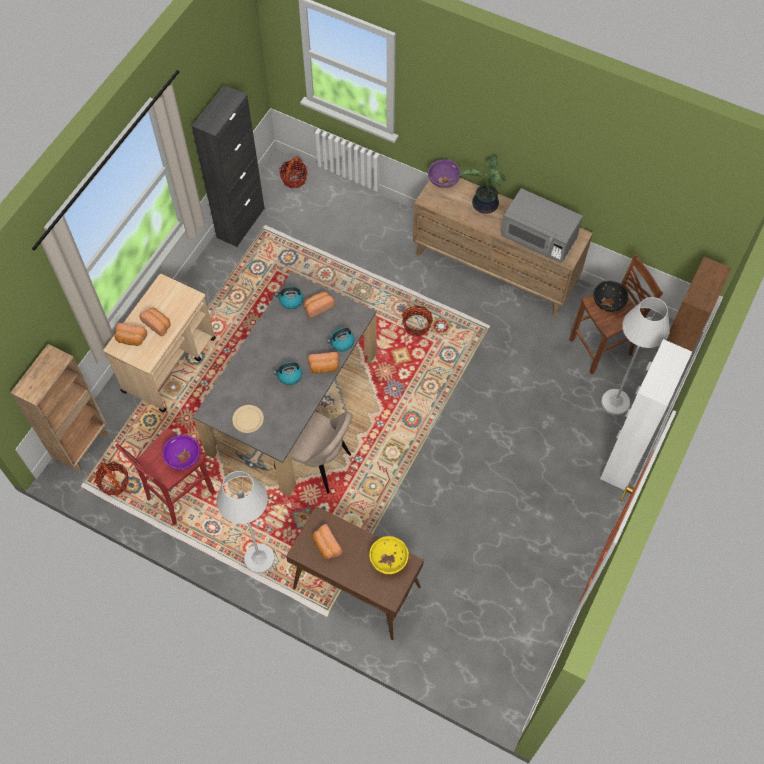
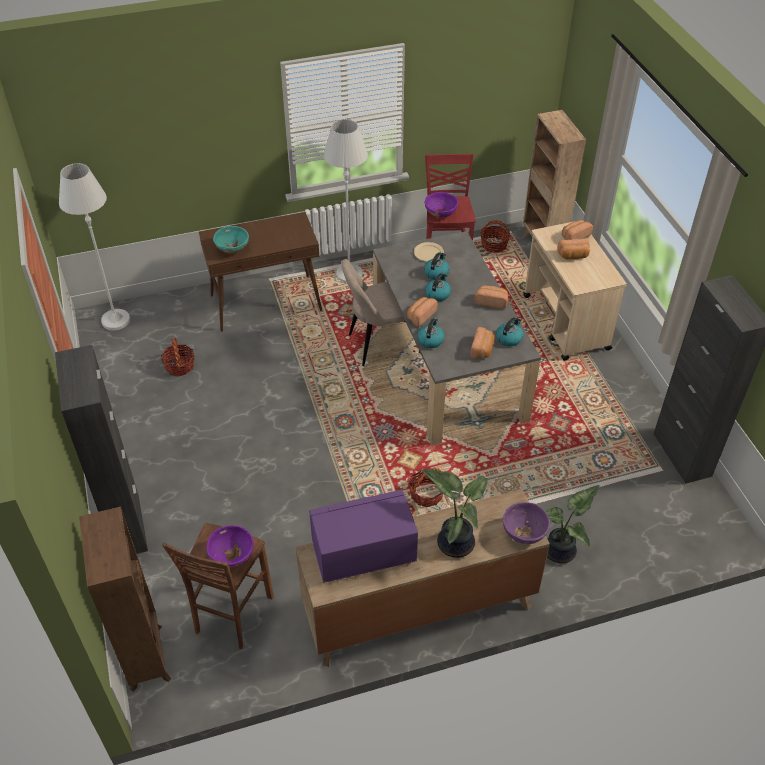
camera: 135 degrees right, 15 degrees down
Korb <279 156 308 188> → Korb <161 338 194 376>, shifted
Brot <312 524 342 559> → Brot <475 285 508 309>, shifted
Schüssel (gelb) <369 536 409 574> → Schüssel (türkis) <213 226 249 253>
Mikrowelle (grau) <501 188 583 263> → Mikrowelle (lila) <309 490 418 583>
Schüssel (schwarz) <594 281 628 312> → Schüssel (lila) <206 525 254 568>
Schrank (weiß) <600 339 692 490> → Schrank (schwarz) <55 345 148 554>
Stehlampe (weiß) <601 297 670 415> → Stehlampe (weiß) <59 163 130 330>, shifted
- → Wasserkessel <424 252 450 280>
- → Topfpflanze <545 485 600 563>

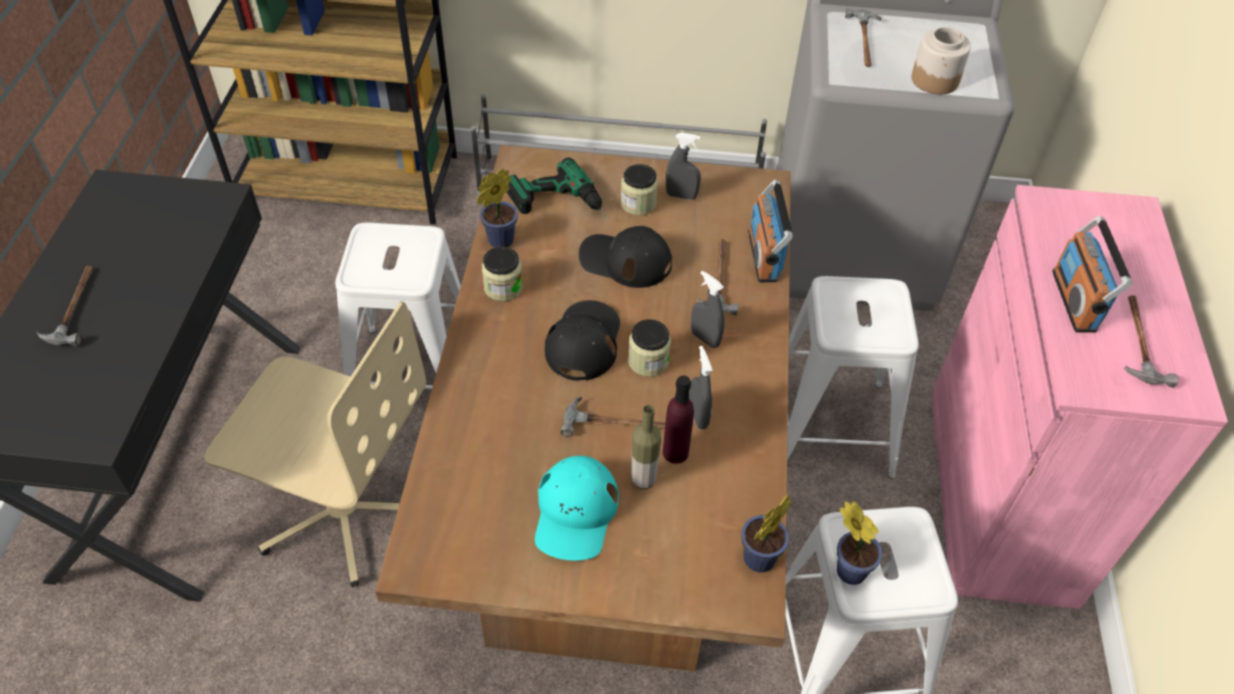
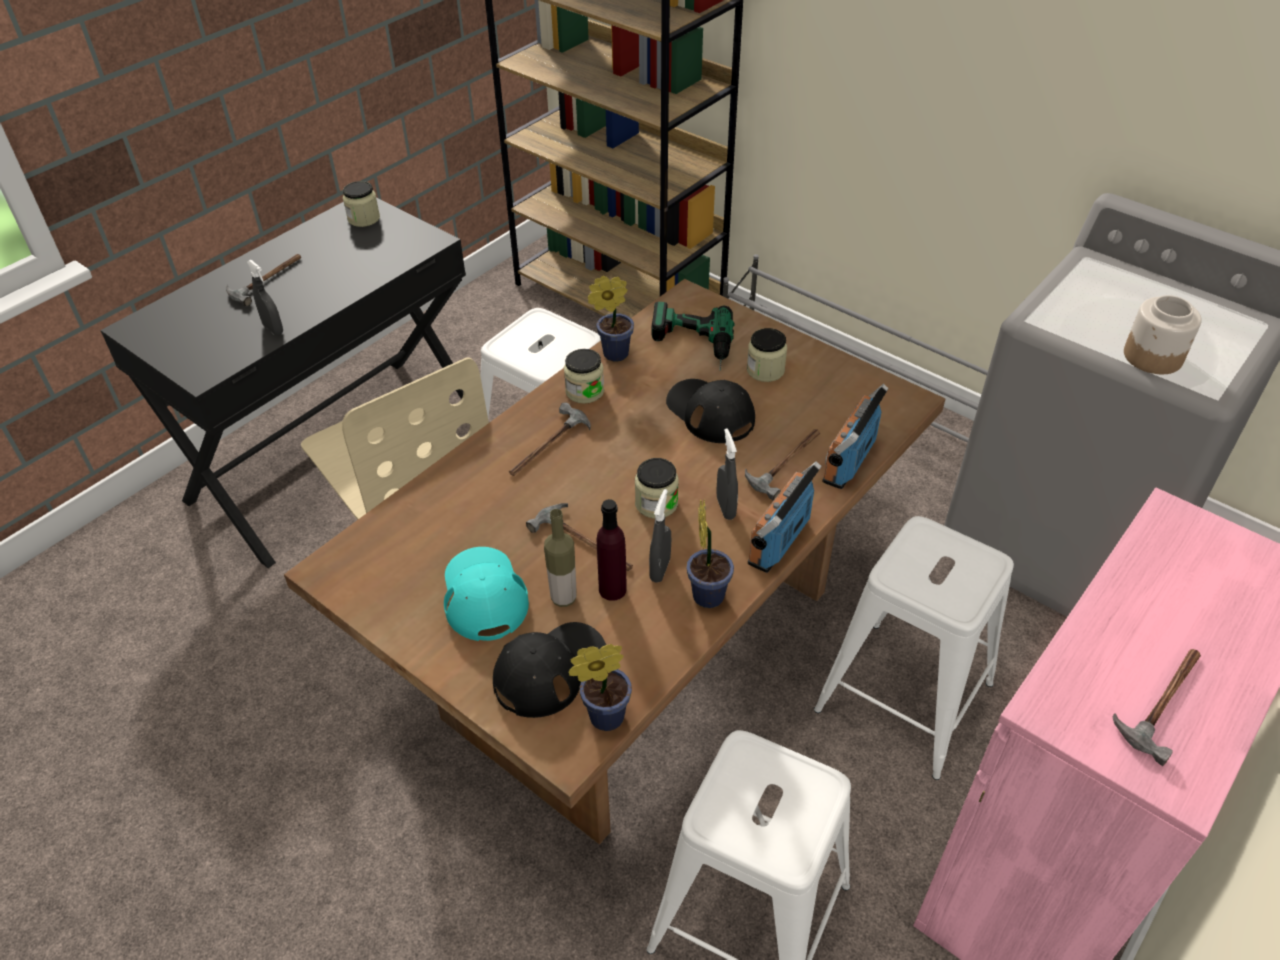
camera: 35 degrees right, 5 degrees down
Kappe (türkis) <535 456 619 561> → Kappe (türkis) <444 547 529 641>, 120 degrees clockwise
Kappe (schwarz) <545 300 620 381> → Kappe (schwarz) <493 622 606 718>, shifted
Sprühflasche (grau) <666 133 701 200> → Sprühflasche (grau) <247 260 283 335>, shifted
Topfpflanze <837 501 882 585> → Topfpflanze <686 499 734 608>, shifted
Hammer <845 9 882 67> → Hammer <509 402 591 476>, shifted
Radio <1052 216 1133 333> → Radio <748 461 822 573>, shifted
- → Vorratsglas <343 181 380 227>

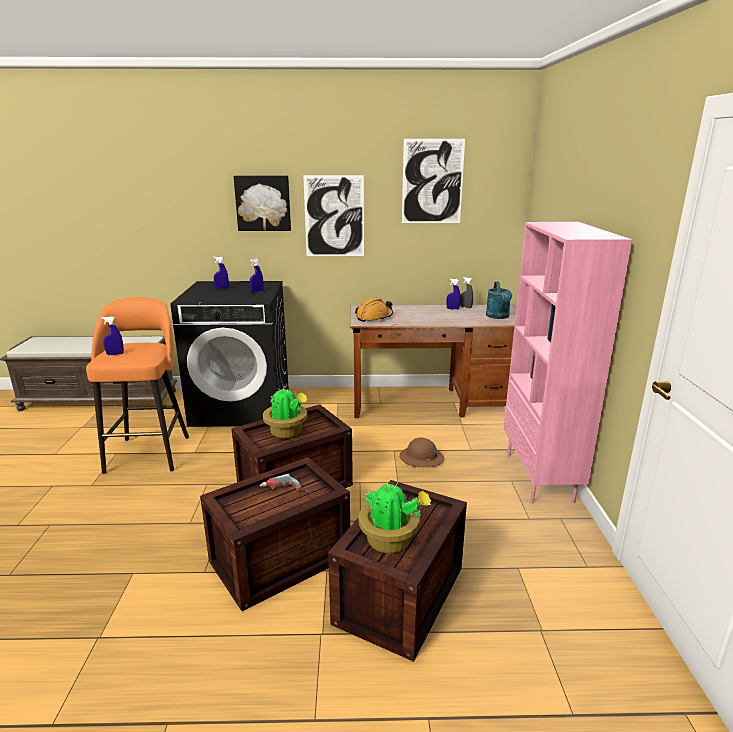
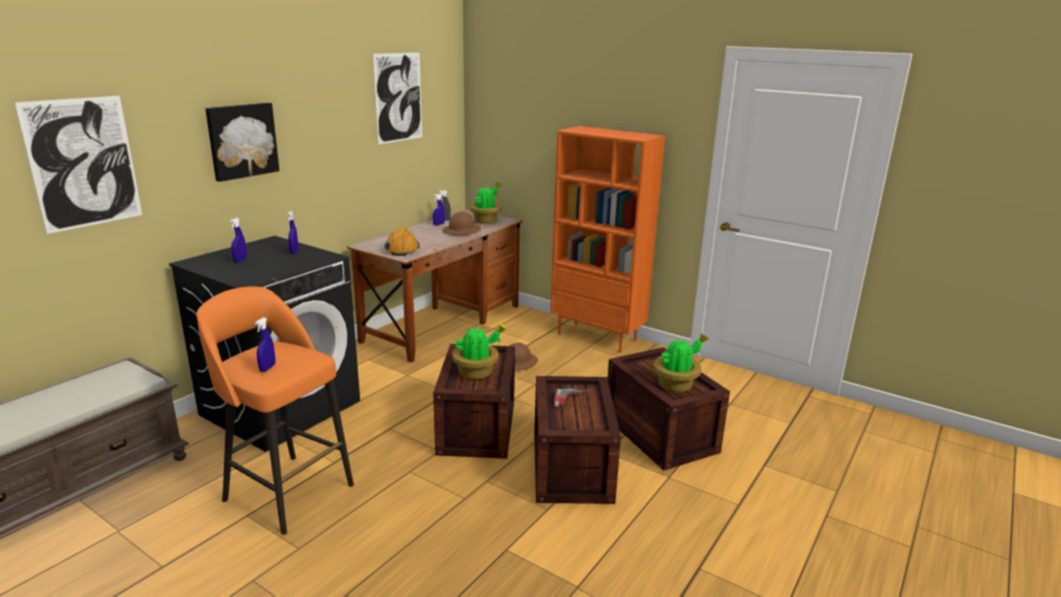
camera: 55 degrees left, 0 degrees up
Bild <303 175 364 256> → Bild <15 96 142 234>, shifted
Gießkanne (türkis) <486 282 512 319> → Topfpflanze <469 182 502 224>
Bücherregal (rosa) <504 222 632 504> → Bücherregal (orange) <550 126 665 353>
- → Schutzhelm (braun) <442 212 481 235>

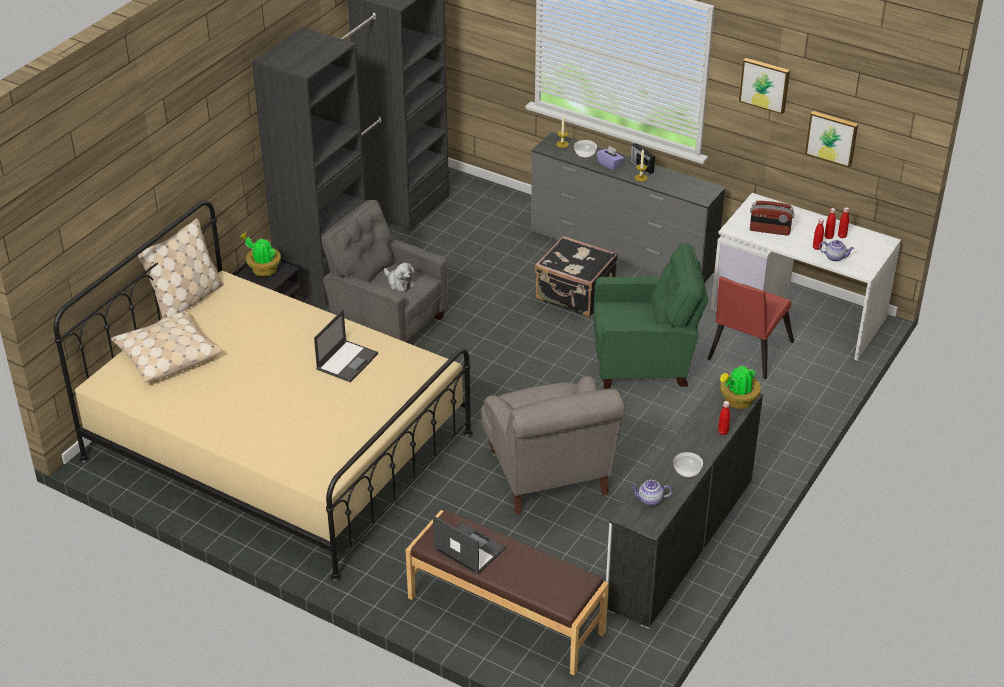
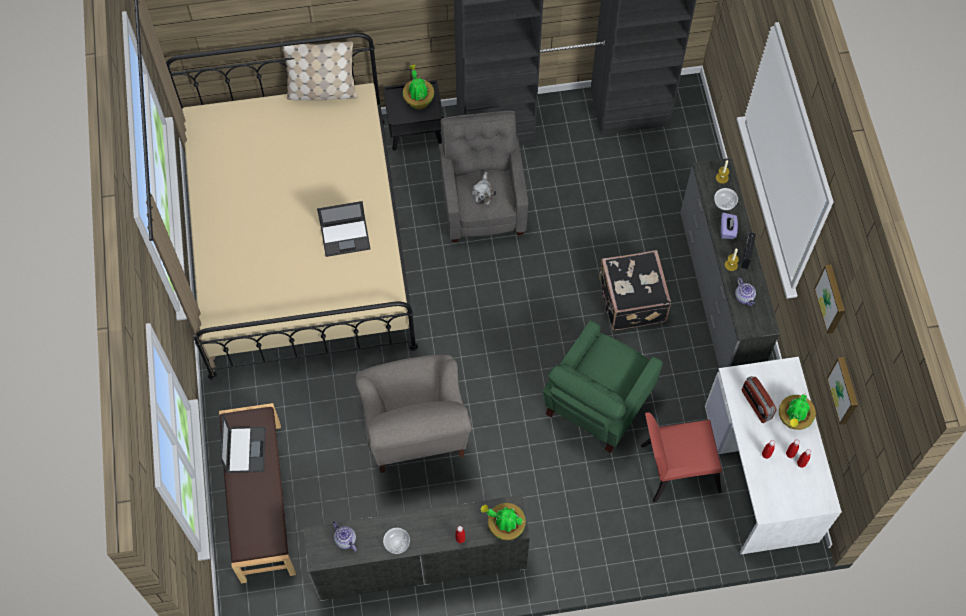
camera: 50 degrees right, 25 degrees up
Kissen (beige) <111 311 222 382> → -
Sessel (grau) <481 376 625 515> → Sessel (grau) <355 355 472 473>, 45 degrees counterclockwise
Sessel (grün) <593 243 708 389> → Sessel (grün) <543 320 663 453>, 75 degrees clockwise
Teekanne <819 240 854 262> → Teekanne <735 278 756 306>, shifted
- → Topfpflanze <779 394 816 430>

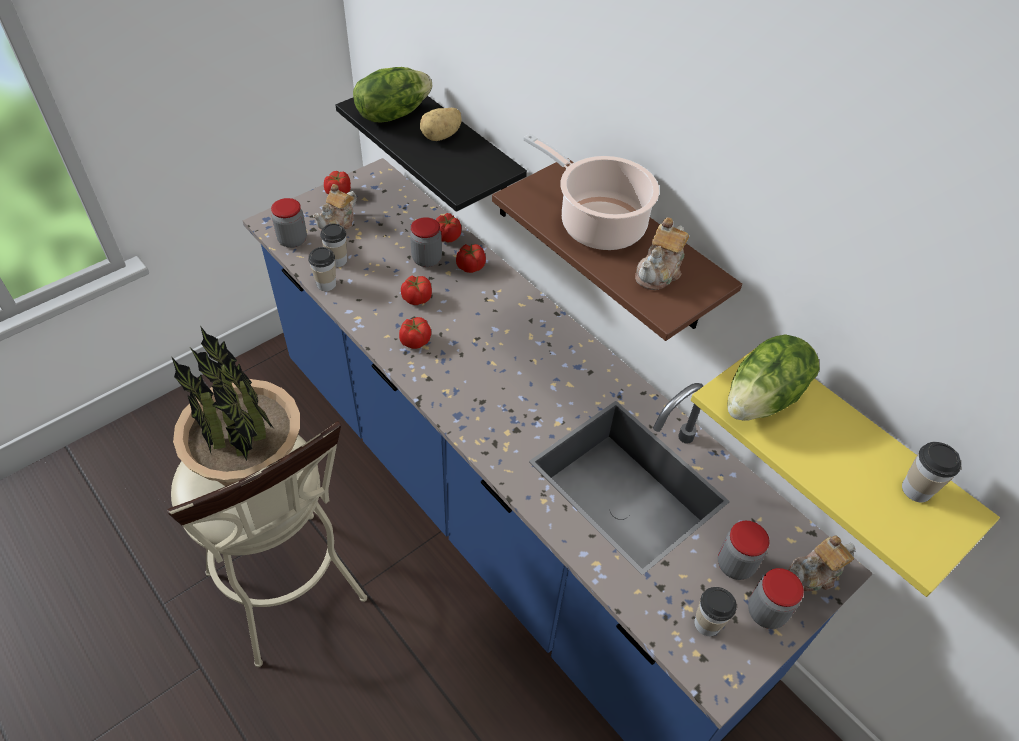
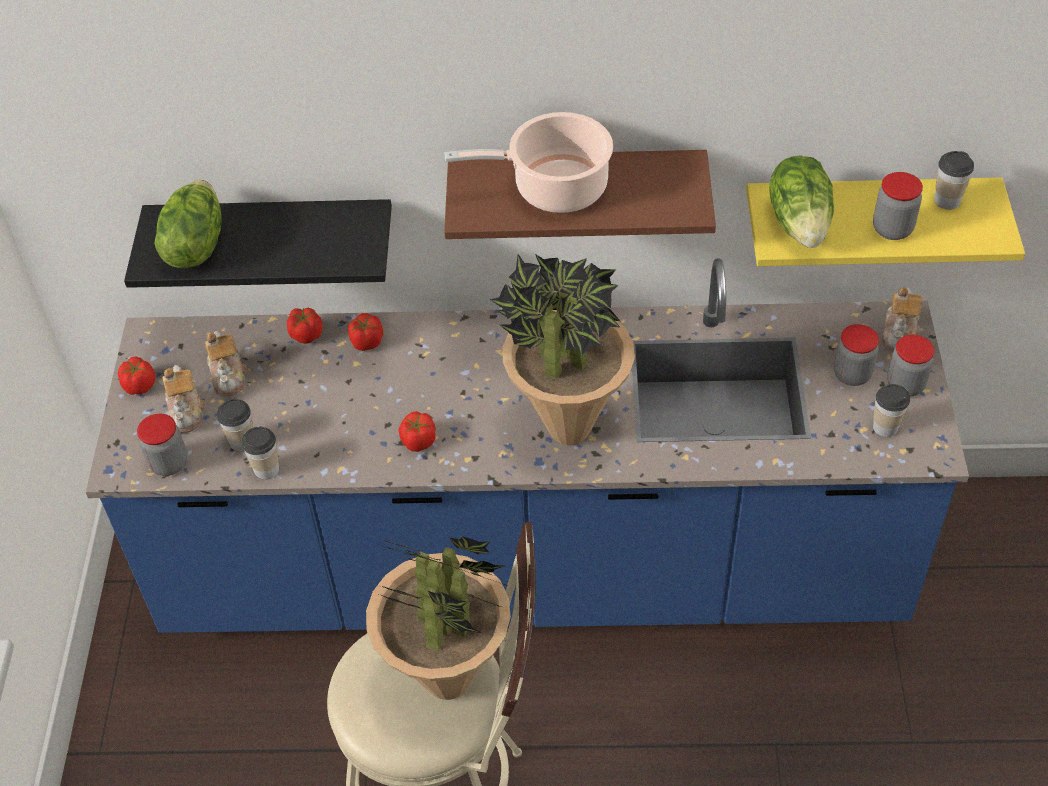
camera: 45 degrees left, 0 degrees up
Tomate <401 275 432 305> → -
Vorratsglas <410 217 442 267> → Vorratsglas <873 172 923 240>, shifted
Kartoffel <420 108 462 141> → -
Teekanne <635 217 689 290> → Teekanne <205 331 247 397>, shifted
- → Topfpflanze <489 254 635 446>

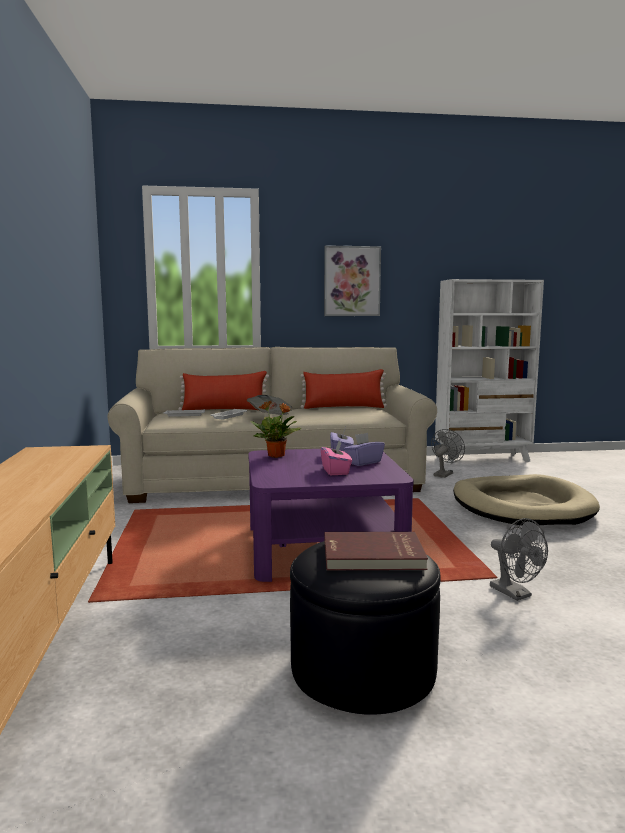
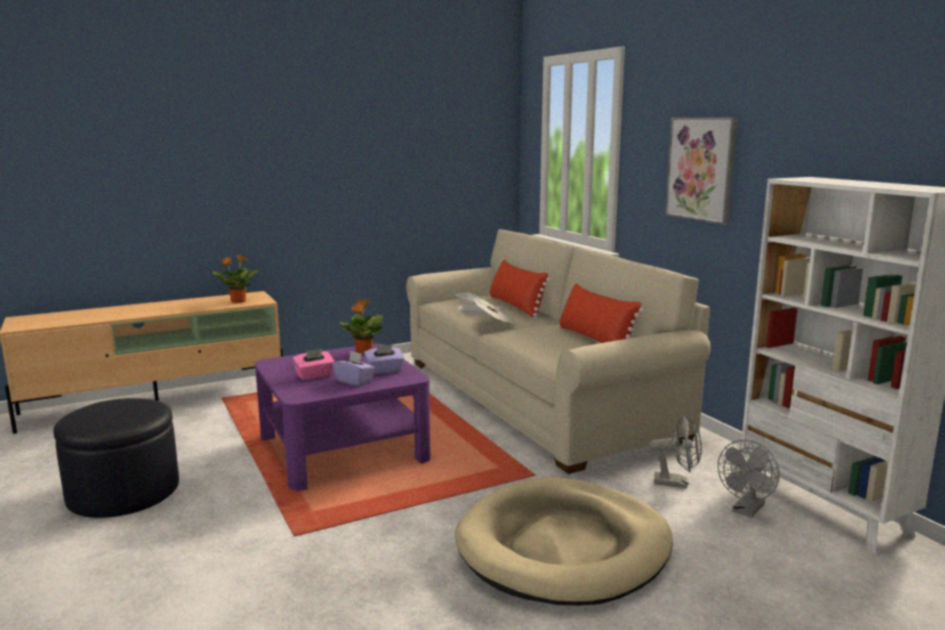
camera: 70 degrees right, 5 degrees up
Buch (rot) <325 532 428 570> → -
Ventilator (grau) <490 518 548 601> → Ventilator (grau) <718 440 779 518>, shifted
- → Topfpflanze <213 255 258 303>

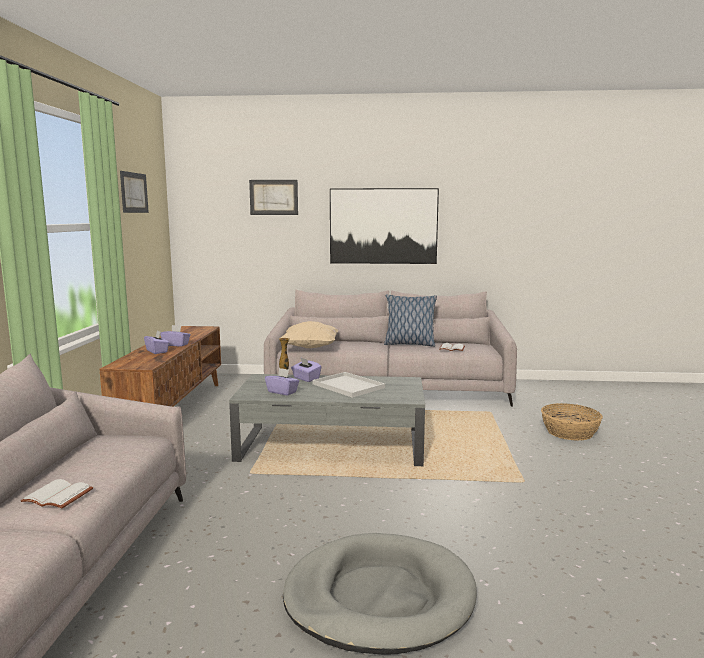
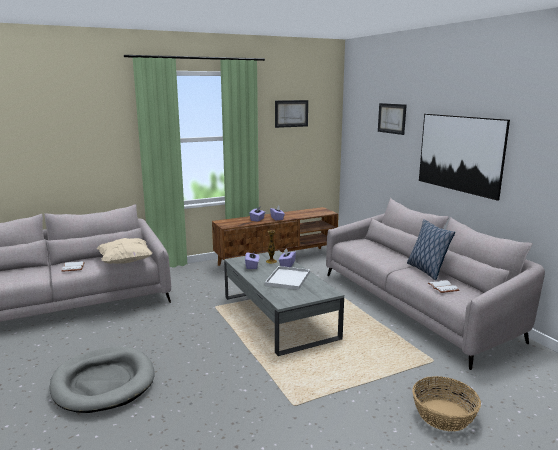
camera: 60 degrees right, 5 degrees up
Kissen (beige) <281 321 339 348> → Kissen (beige) <97 238 153 264>, shifted

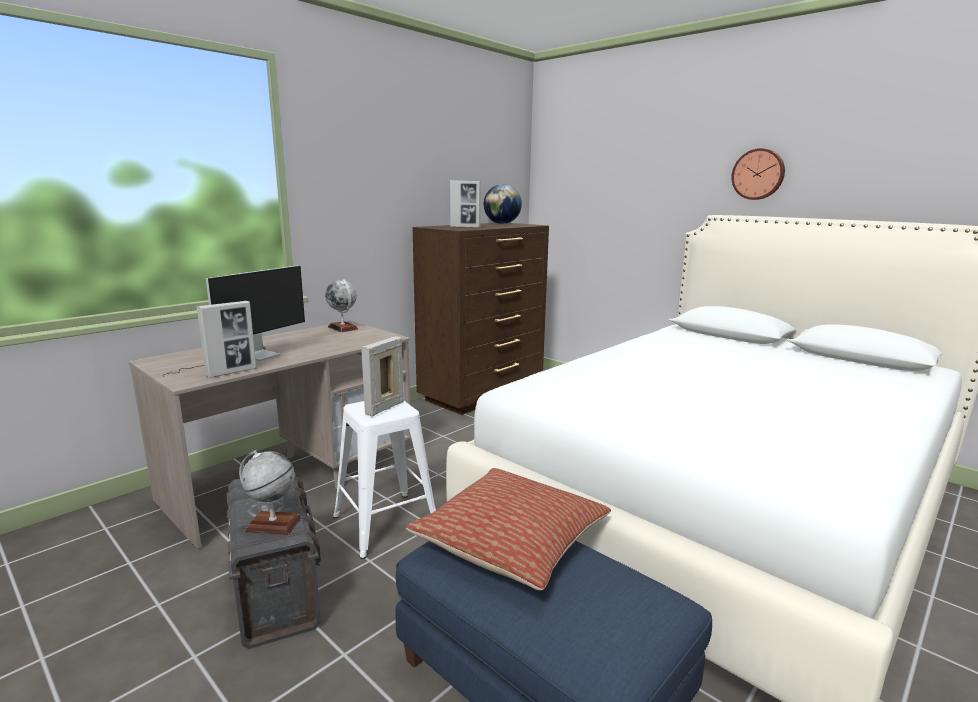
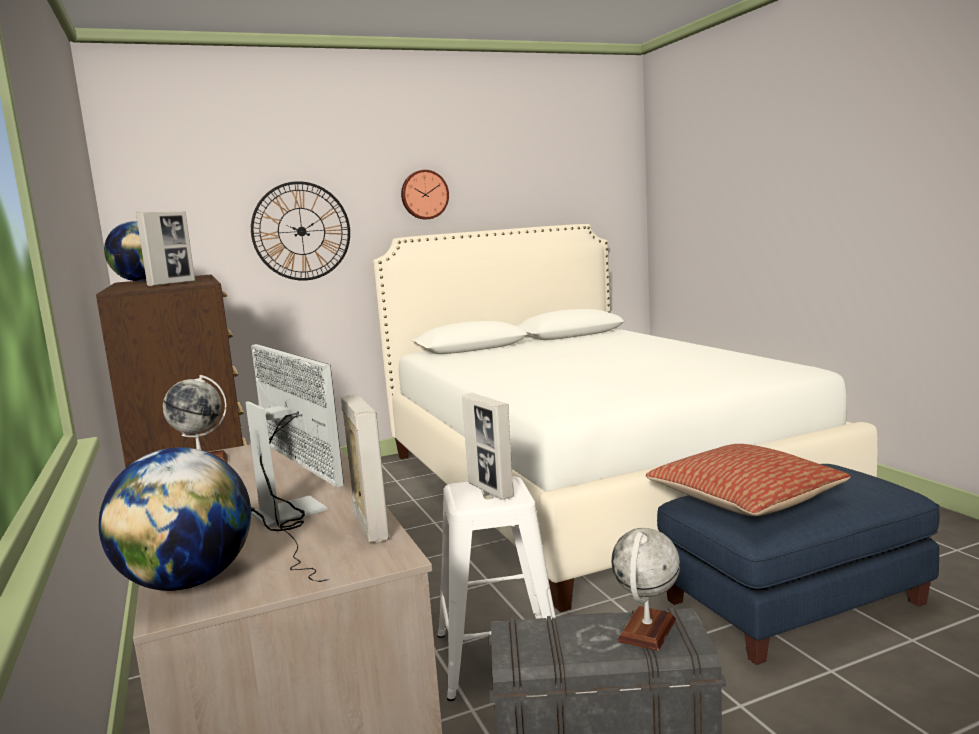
camera: 65 degrees left, 5 degrees down
- → Globus <99 447 251 591>
- → Wanduhr <251 181 350 281>

